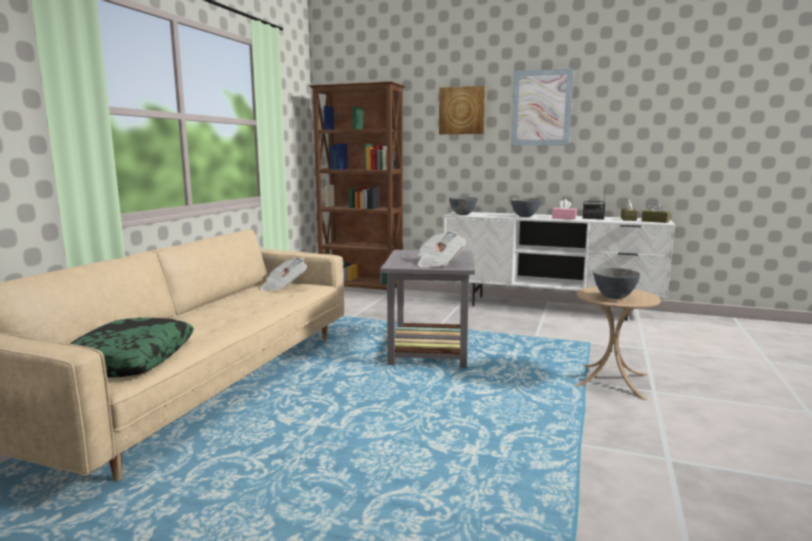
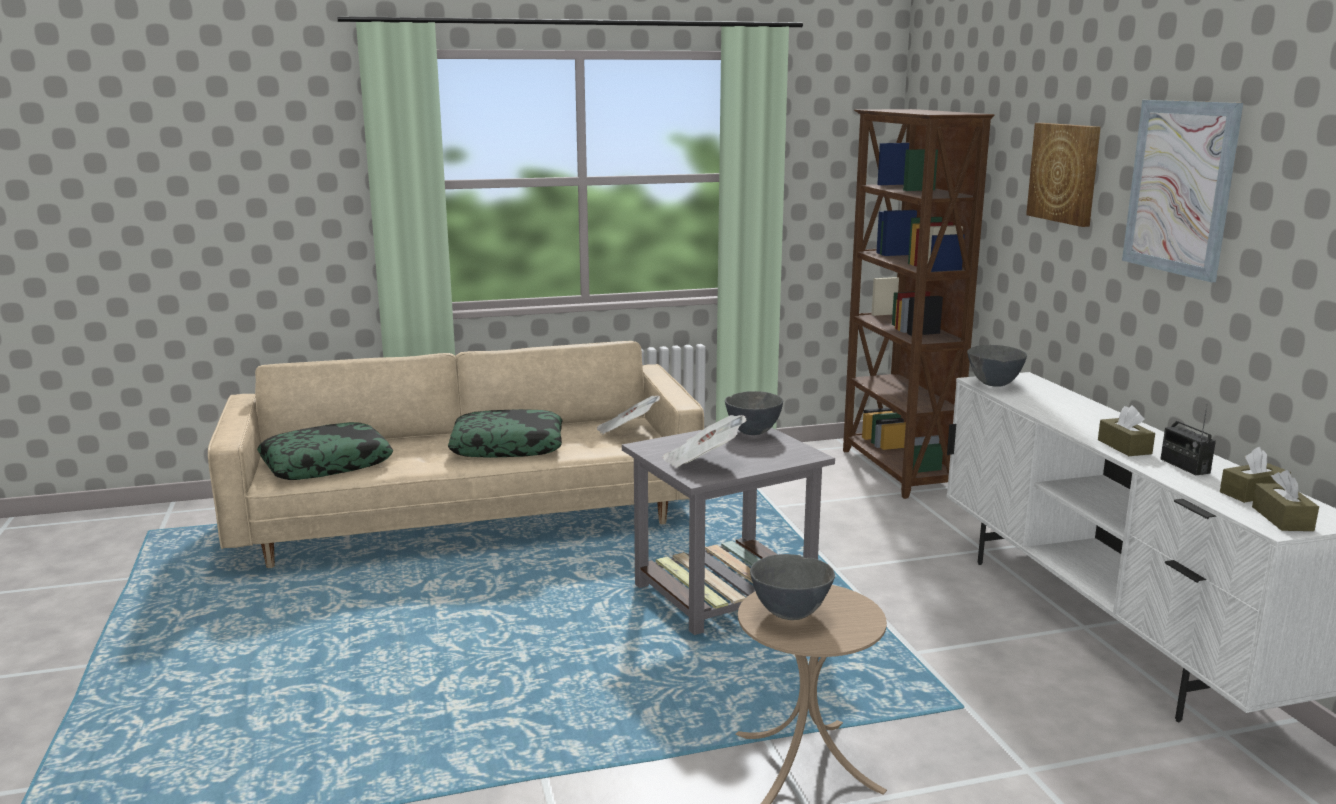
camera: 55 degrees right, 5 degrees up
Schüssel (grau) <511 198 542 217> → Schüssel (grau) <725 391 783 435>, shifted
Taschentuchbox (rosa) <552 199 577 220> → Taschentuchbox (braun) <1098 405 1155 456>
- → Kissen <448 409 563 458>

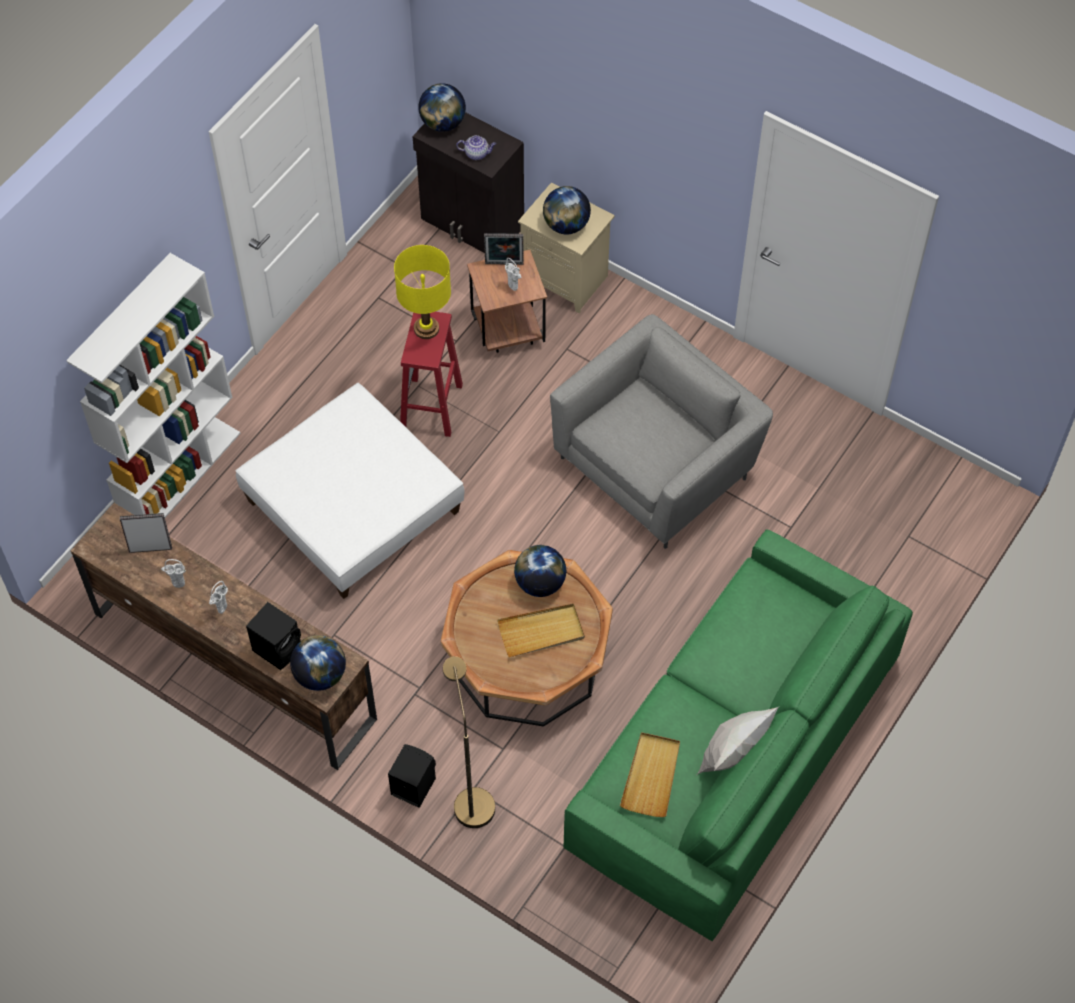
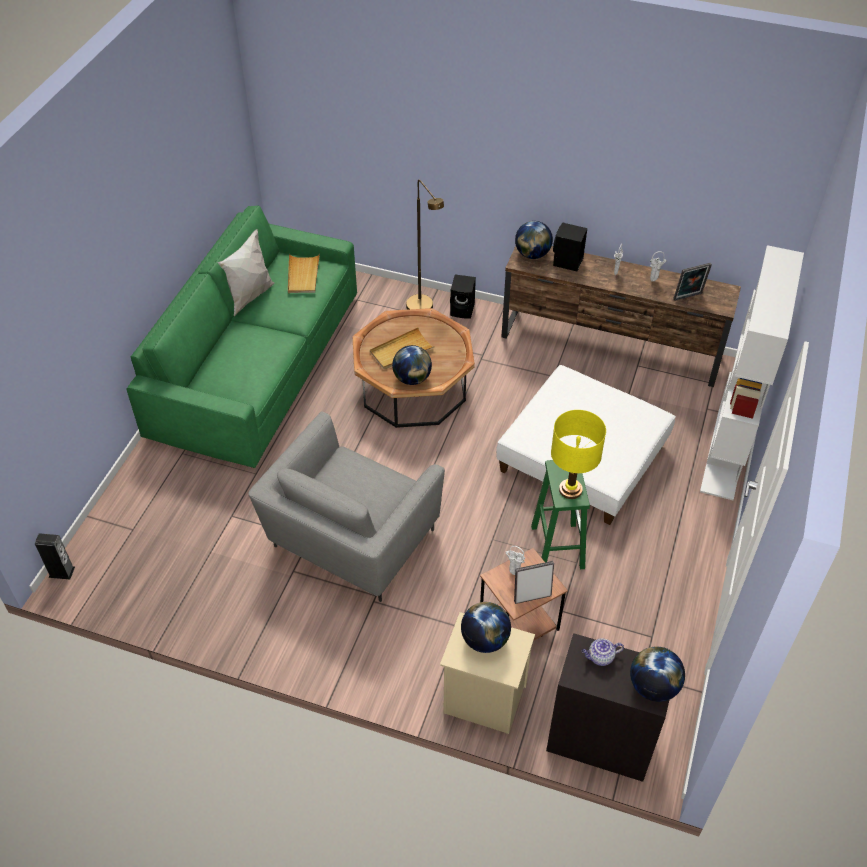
camera: 165 degrees right, 10 degrees down
Hocker (rot) <400 312 463 437> → Hocker (grün) <531 460 590 569>
- → Lautsprecher <35 533 75 579>

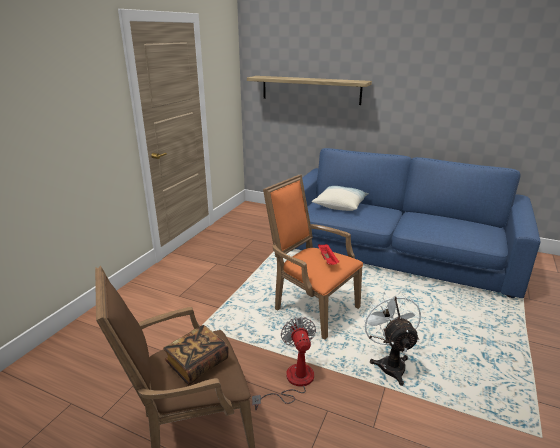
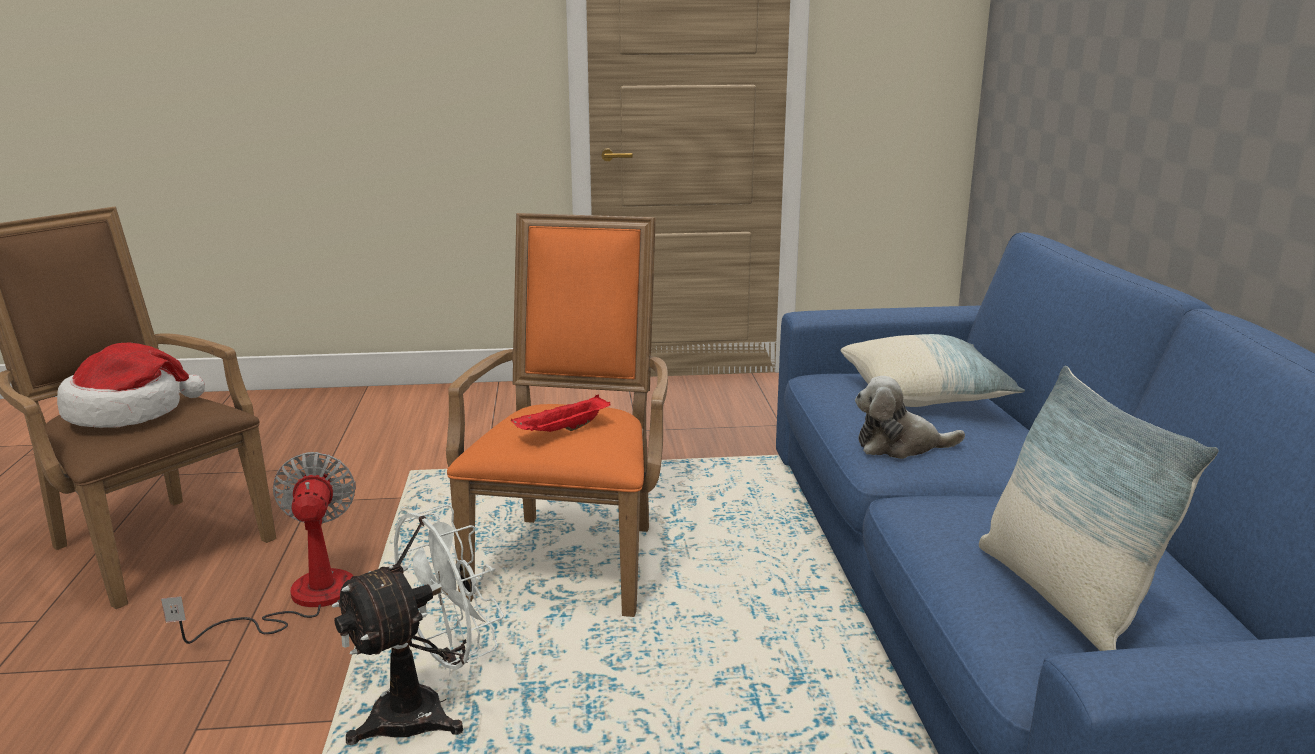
camera: 60 degrees right, 5 degrees down
Buch <163 325 229 384> → Hut <57 343 205 428>
Wandregal <247 76 372 105> → -
Ventilator <252 317 316 410> → Ventilator <161 452 356 644>, 60 degrees counterclockwise
- → Plüschtier <855 376 965 459>
- → Kissen <979 366 1219 651>

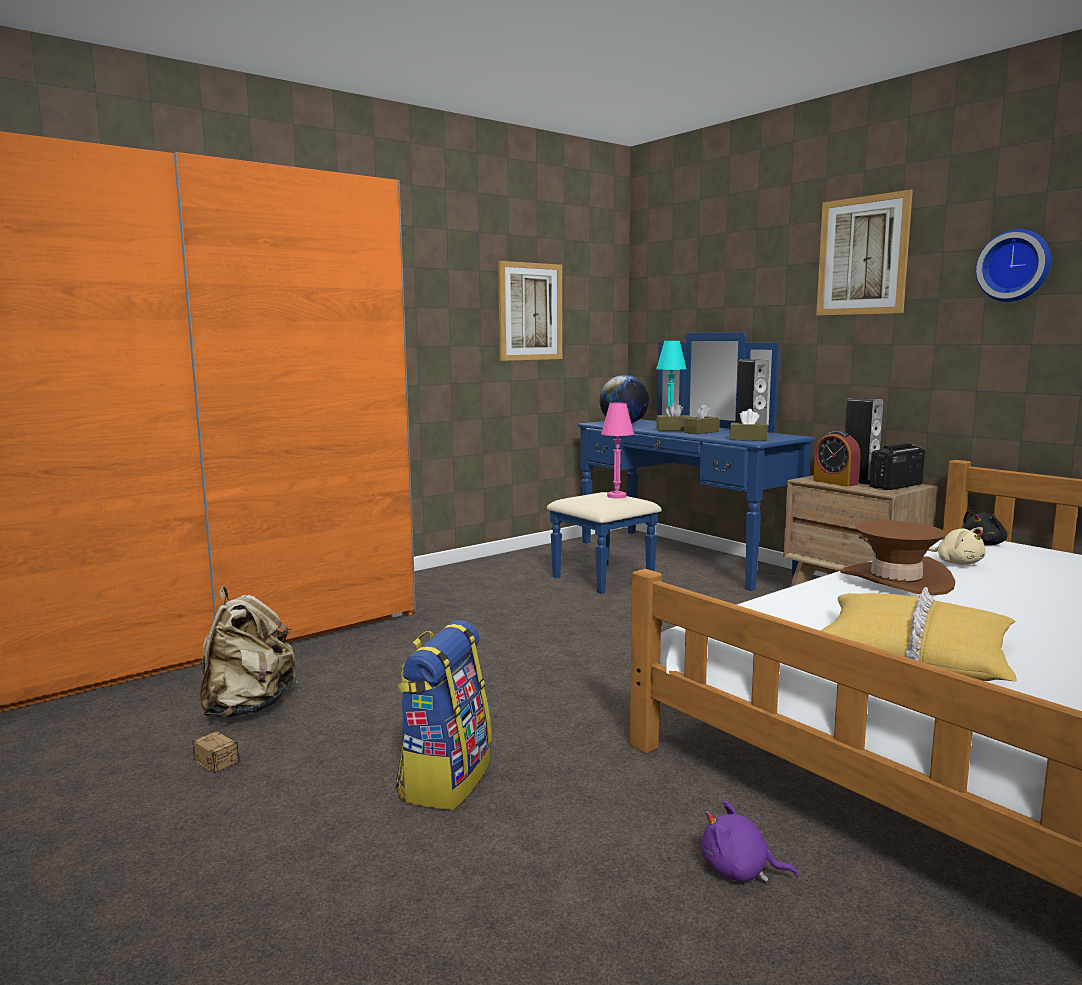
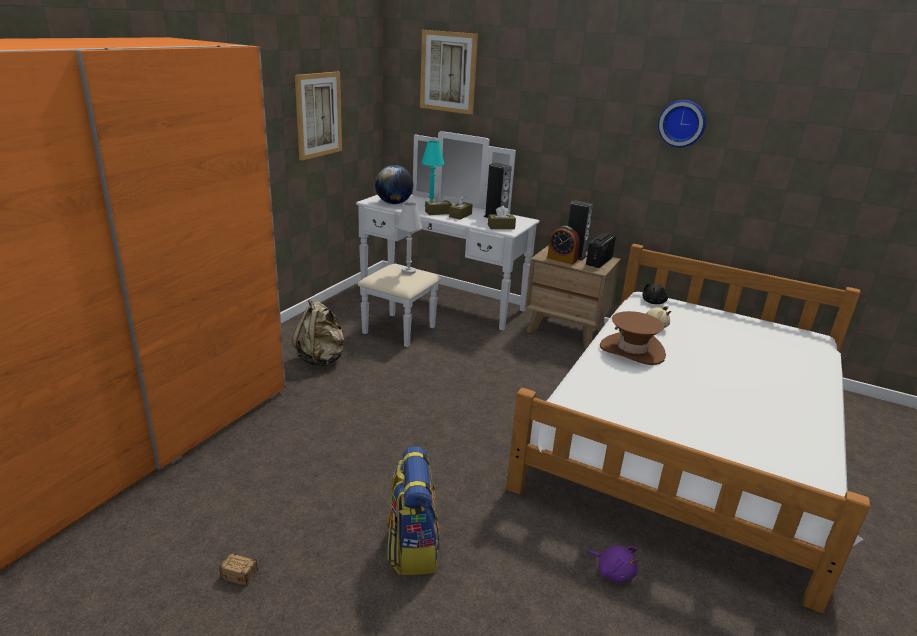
camera: 25 degrees left, 15 degrees up
Rucksack (beige) <199 586 298 718> → Rucksack (beige) <292 299 344 366>, shifted
Kommode (blau) <547 332 815 594> → Kommode (weiß) <356 131 539 347>
Tischlampe (rosa) <601 403 634 499> → Tischlampe (weiß) <397 202 422 274>
Plüschtier (lila) <701 800 799 882> → Plüschtier (lila) <587 546 638 583>, 135 degrees counterclockwise
Bild <816 189 913 315> → Bild <420 30 478 115>, shifted
Kissen (gelb) <821 587 1016 681> → -

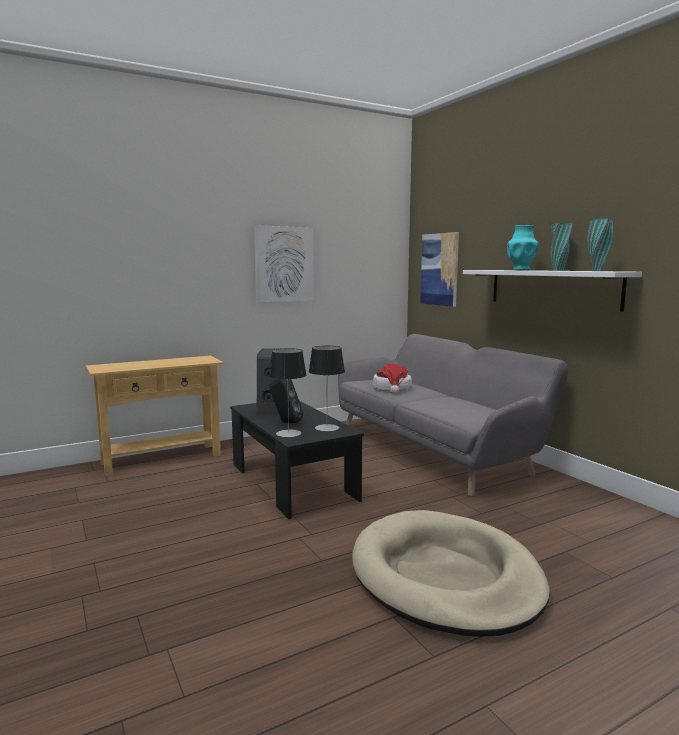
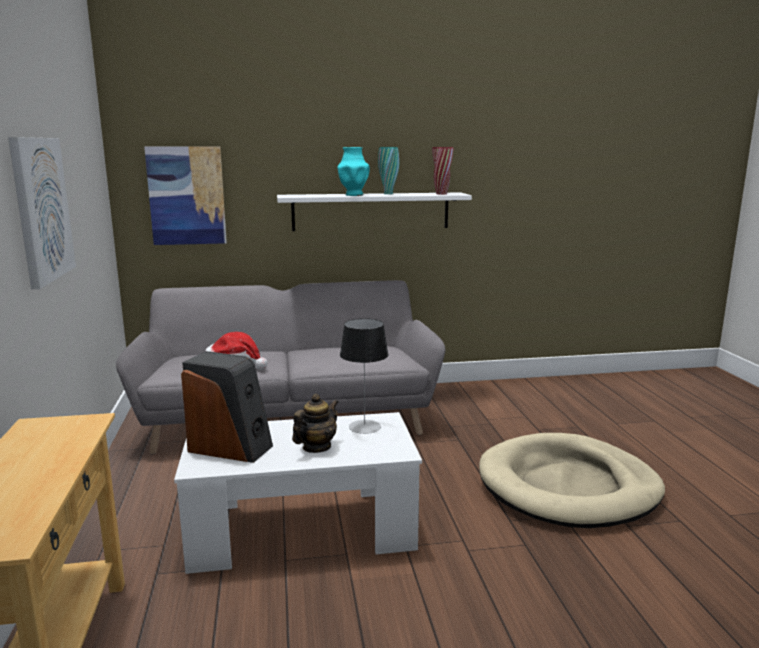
camera: 70 degrees left, 5 degrees up
Couchtisch (schwarz) <230 401 364 519> → Couchtisch (weiß) <174 412 422 574>
Tischlampe <269 348 306 437> → -
Lautsprecher (schwarz) <269 379 303 423> → Teekanne <292 394 339 453>
Vase (türkis) <587 218 613 271> → Vase (rot) <432 147 453 195>

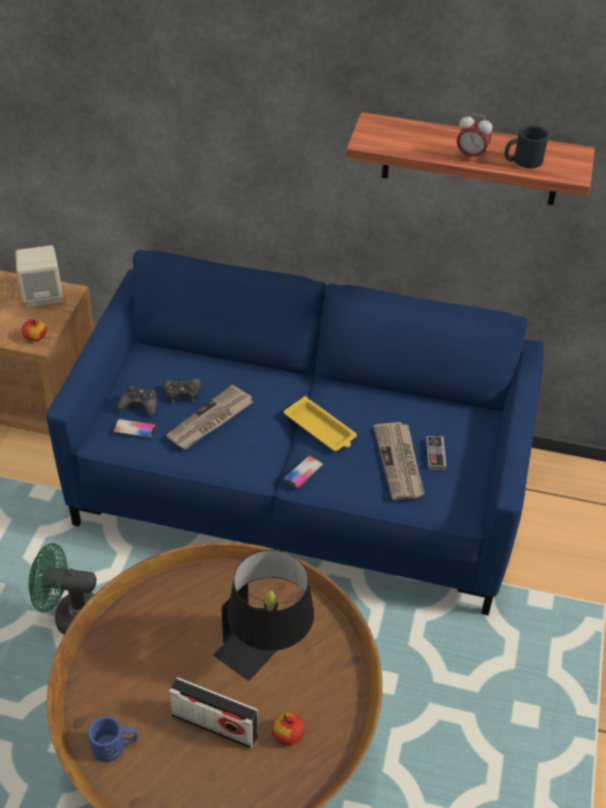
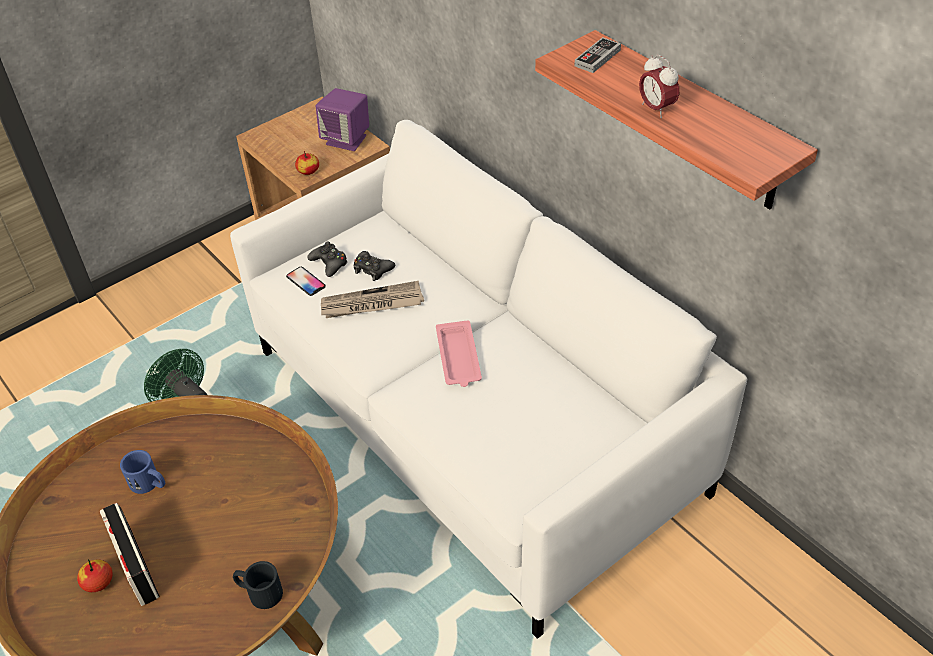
camera: 40 degrees right, 0 degrees up
Lautsprecher (beige) <15 245 63 308> → Lautsprecher (lila) <316 88 369 151>
Sofa (blau) <46 250 544 615> → Sofa (weiß) <230 120 747 639>
Henkelbecher (blau) <88 716 138 762> → Henkelbecher (blau) <120 450 165 494>, shifted
Tischlampe (schwarz) <214 550 314 681> → -
Apfel <272 712 305 745> → Apfel <77 559 113 592>, shifted
Handy <283 455 324 489> → -
Tablett (gelb) <284 396 357 451> → Tablett (rosa) <436 320 482 387>
Zeitung <374 422 425 500> → -
Gamepad <426 436 447 470> → Gamepad <575 37 621 73>, shifted
Henkelbecher (schwarz) <505 125 549 168> → Henkelbecher (schwarz) <233 561 283 609>, shifted

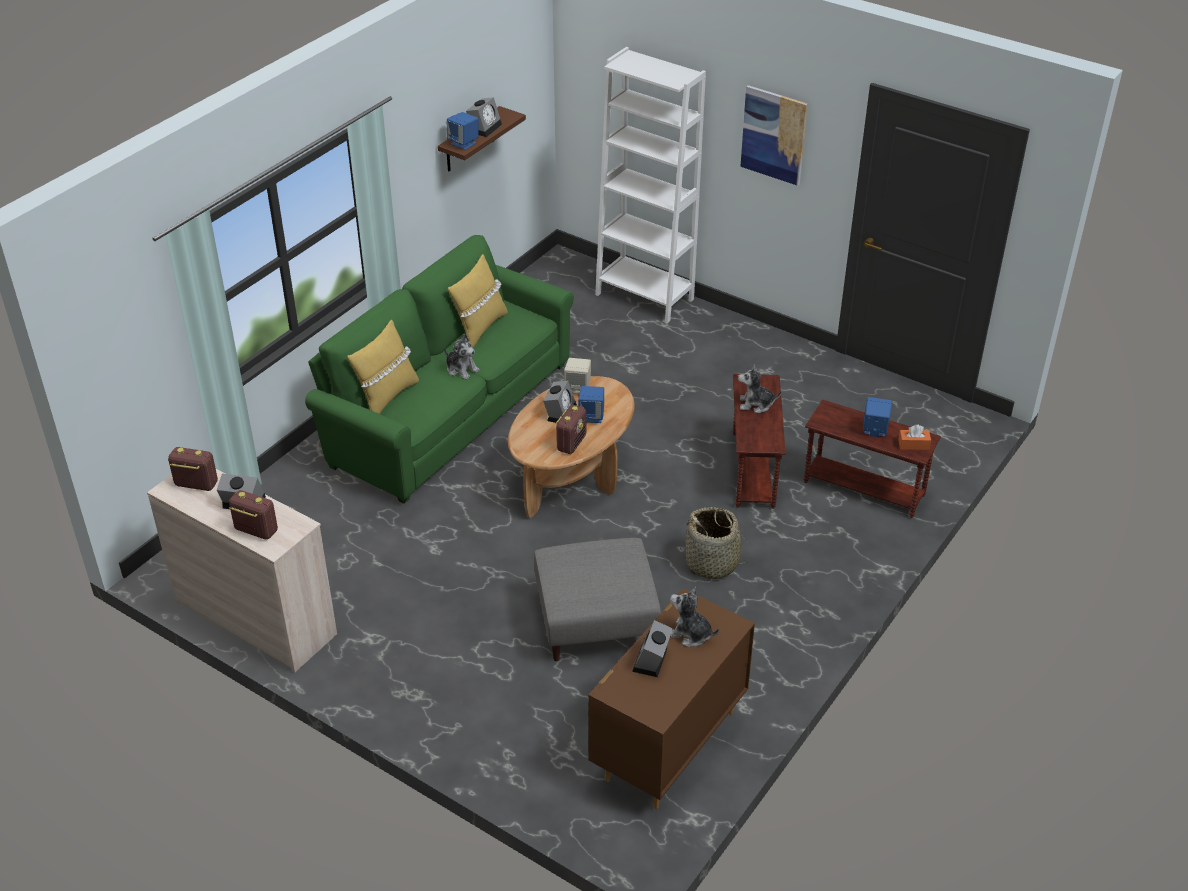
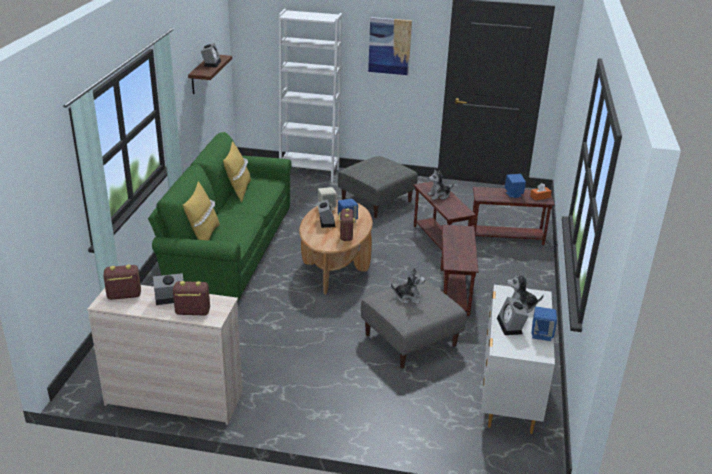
camera: 25 degrees left, 10 degrees down
Plüschtier <444 334 480 380> → Plüschtier <391 267 425 304>, shifted
Lautsprecher (blau) <447 112 479 150> → Lautsprecher (blau) <532 307 557 341>, shifted
Kommode (braun) <588 588 755 809> → Kommode (weiß) <481 285 555 434>
Korb <680 507 752 579> → Beistelltisch (braun) <441 225 479 316>
- → Polsterhocker (grau) <338 156 418 218>

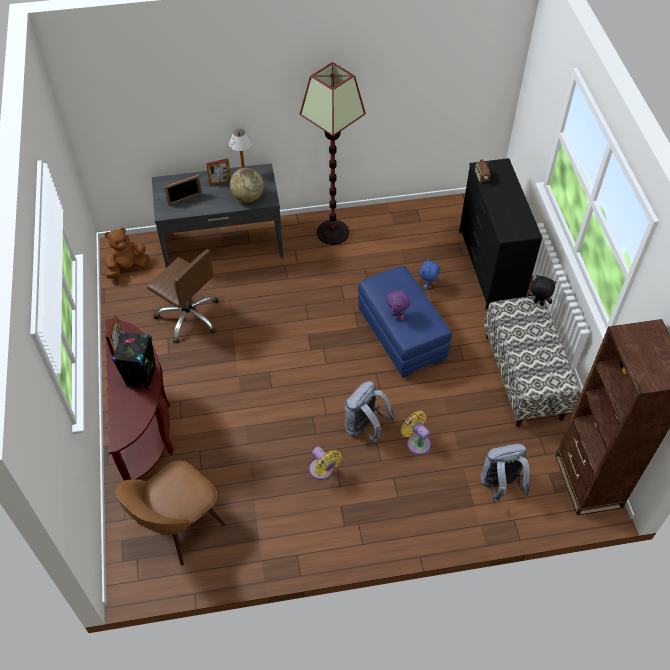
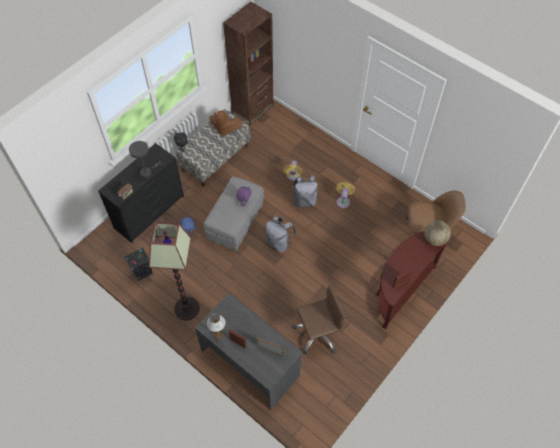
camera: 130 degrees left, 5 degrees up
Plüschtier (braun) <105 228 149 279> → Plüschtier (braun) <209 111 243 136>, shifted
Lautsprecher (schwarz) <112 332 157 390> → Lautsprecher (schwarz) <125 248 153 281>, shifted
Bürostuhl (braun) <147 249 219 343> → Bürostuhl (braun) <293 284 345 355>, 75 degrees clockwise
Globus <230 168 264 203> → Globus <424 220 451 246>, shifted
Polsterhocker (blau) <358 266 452 378> → Polsterhocker (grau) <203 177 264 251>
Rucksack (grau) <481 444 530 503> → Rucksack (grau) <265 216 296 252>, shifted
- → Tischlampe (grau) <129 141 163 178>

